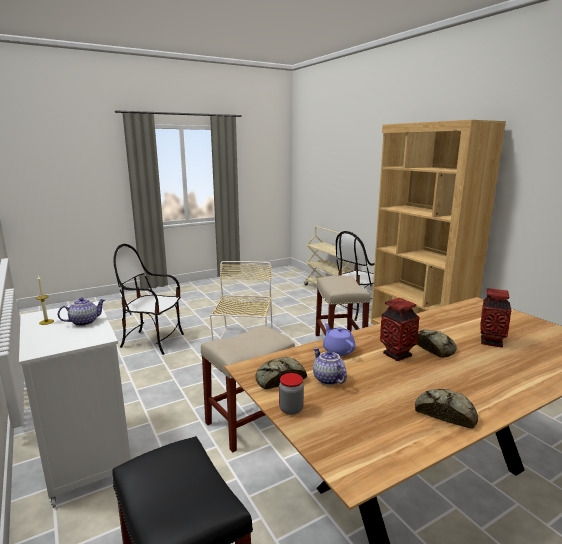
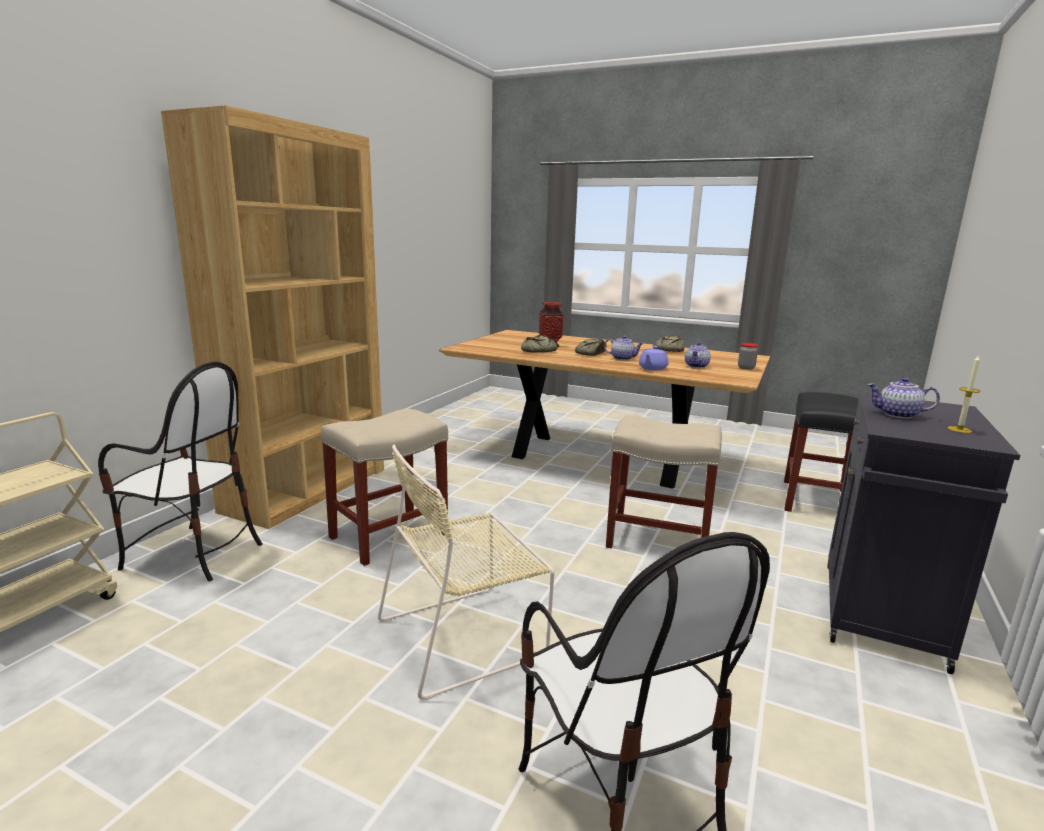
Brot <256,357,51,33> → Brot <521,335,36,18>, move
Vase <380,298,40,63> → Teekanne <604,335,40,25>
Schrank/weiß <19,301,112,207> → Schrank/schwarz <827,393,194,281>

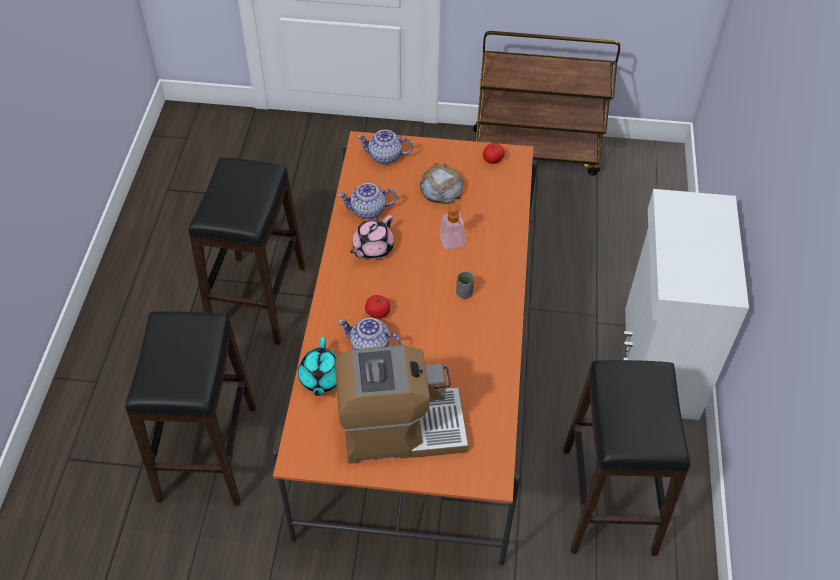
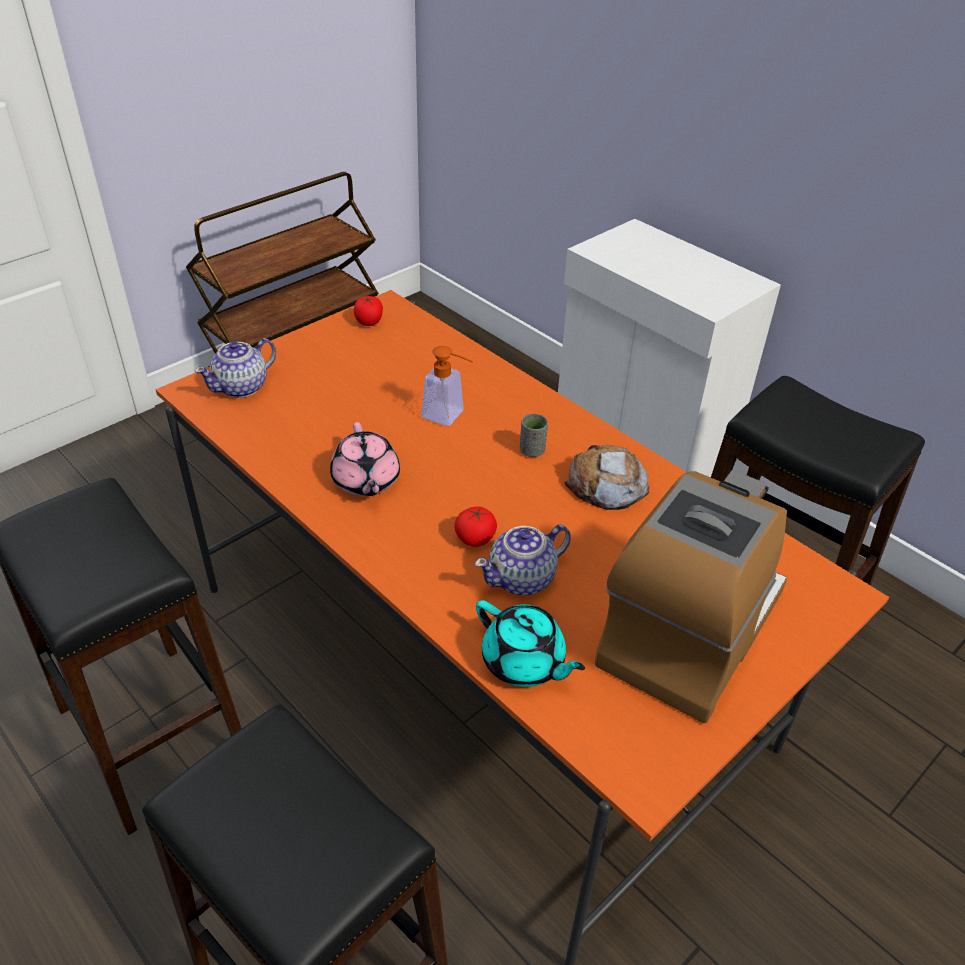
Teekanne <338,183,59,36> → -
Brot <420,163,44,41> → Brot <565,445,84,65>, move

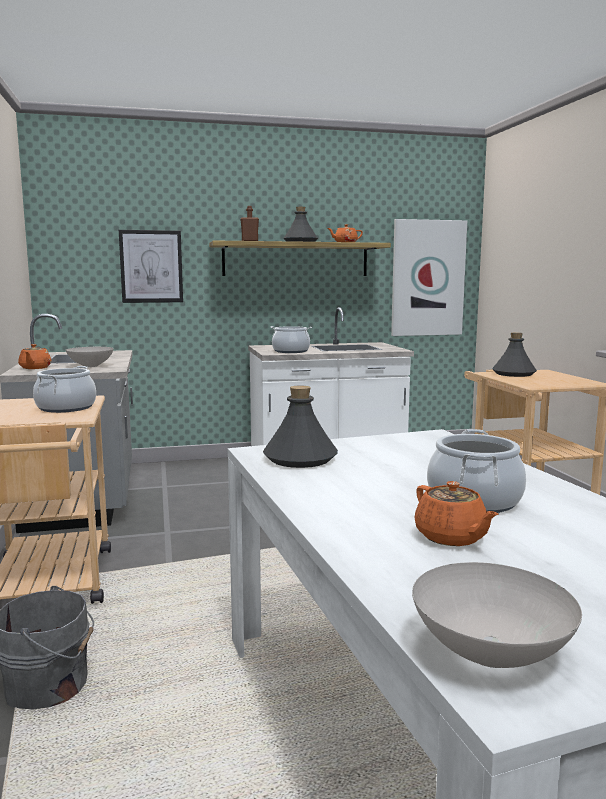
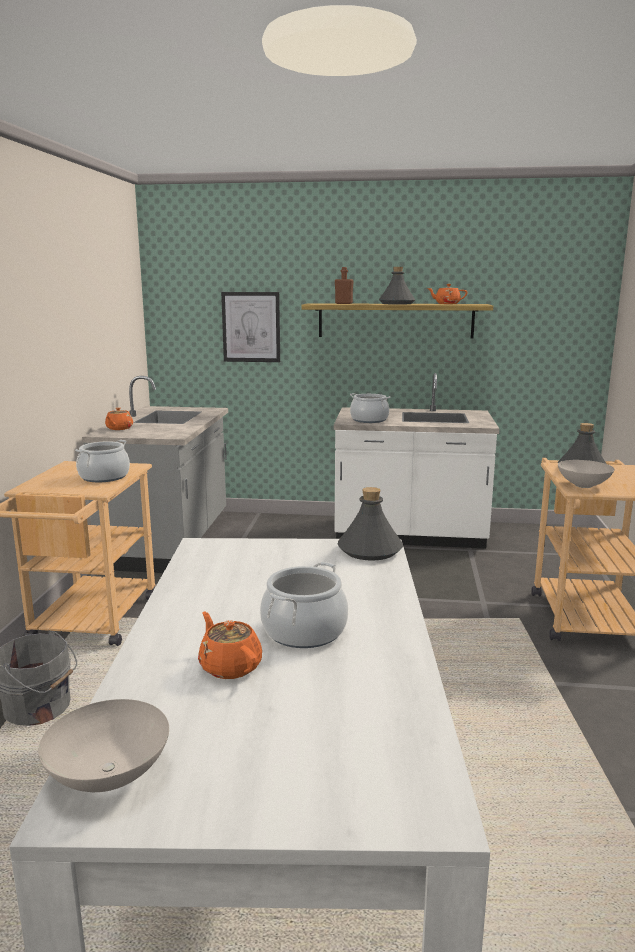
Bild <391,219,76,117> → -
Schüssel/weiß <66,347,48,20> → Schüssel/weiß <558,460,57,28>, move
Flasche/grau <263,386,75,82> → Flasche/grau <338,487,65,74>, move
Teekanne/orange <415,481,83,65> → Teekanne/orange <198,612,64,67>, 150 degrees clockwise

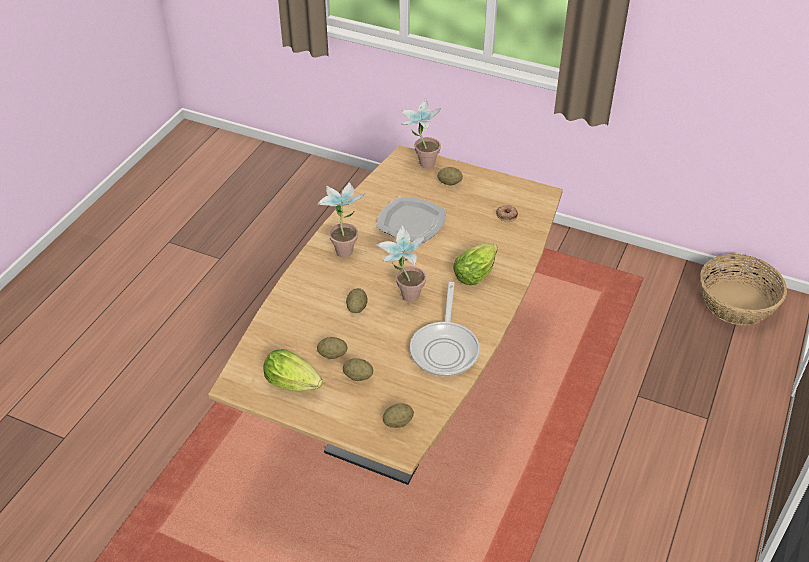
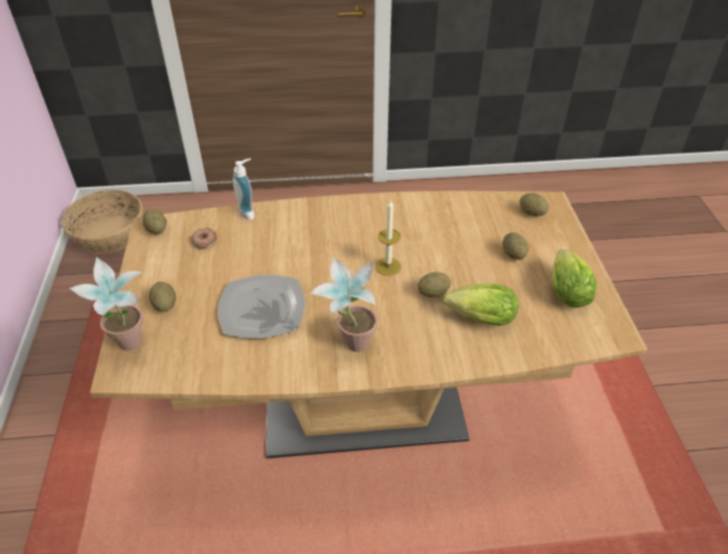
Pfanne <410,282,70,94> → -
- → Seifenspender <233,159,22,61>
Kartoffel <317,337,30,22> → Kartoffel <143,209,24,25>, move
Salatkopf <453,244,45,41> → Salatkopf <444,283,74,43>, move
Topfpflanze <376,225,51,77> → Kerze <375,199,26,77>

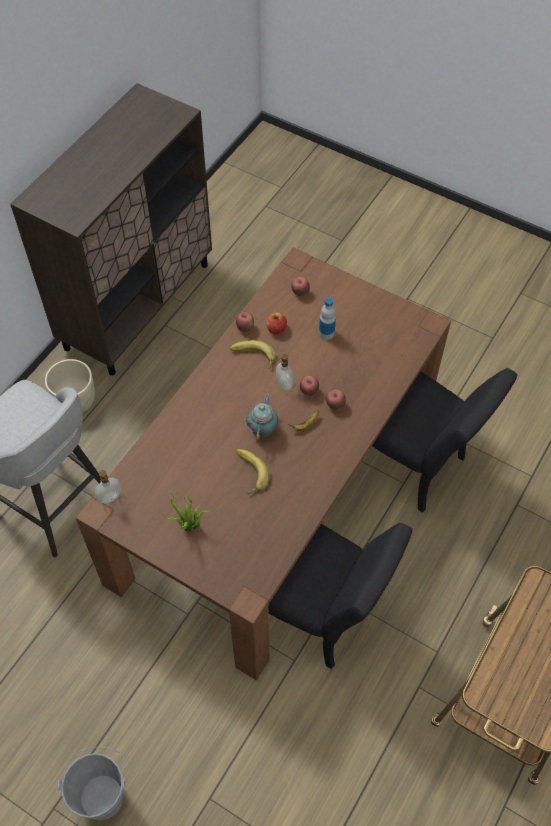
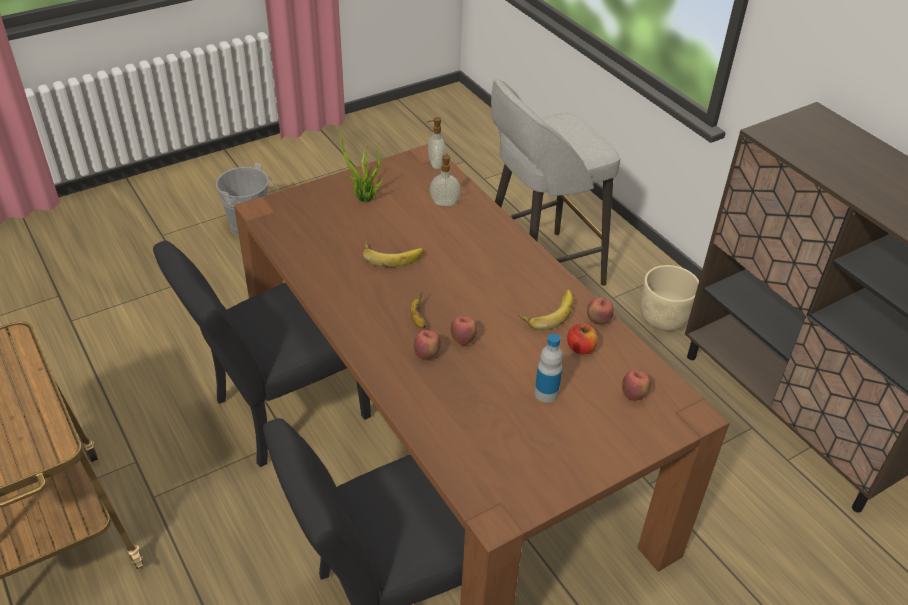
Teekanne <246,394,32,47> → -
Seifenspender <276,354,17,36> → Seifenspender <430,153,31,53>, move

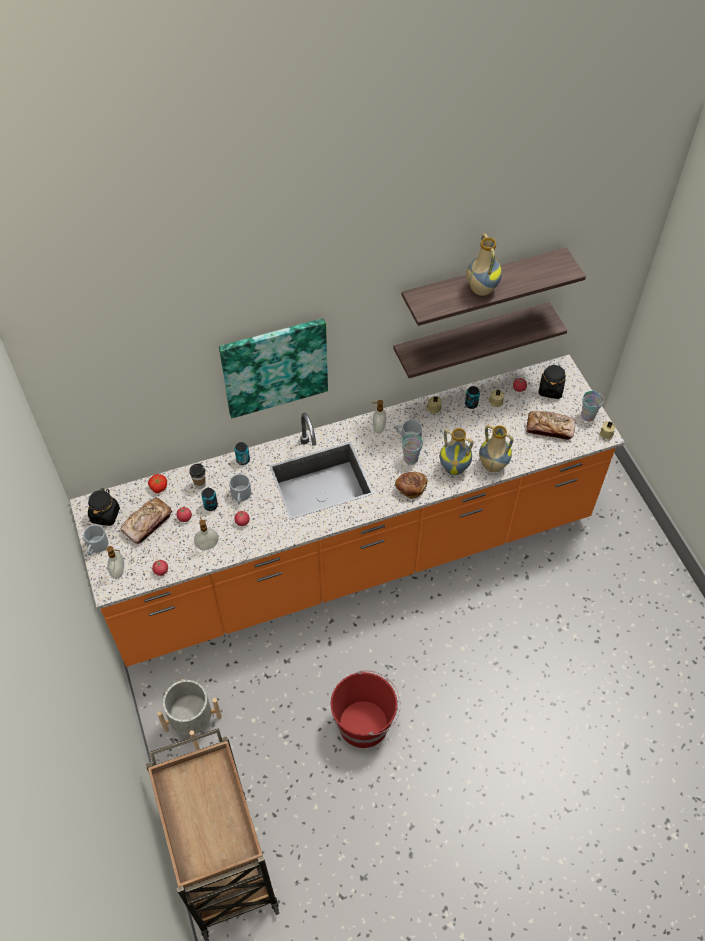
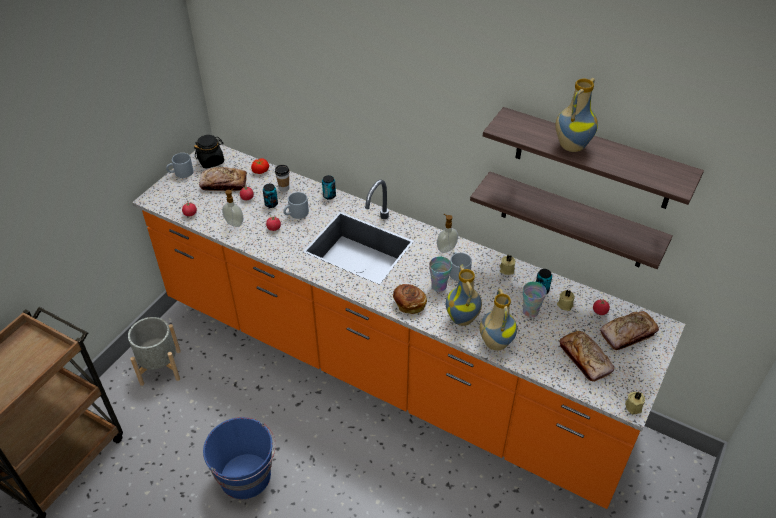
Seifenspender <106,546,18,33> → -
Bild <219,318,109,101> → -
Tasse <581,391,23,31> → Tasse <523,282,24,35>, move
Vorratsglas/schwarz <538,364,28,35> → Brot <600,311,59,39>
Eimer/rot <331,670,69,78> → Eimer/blau <203,417,73,82>

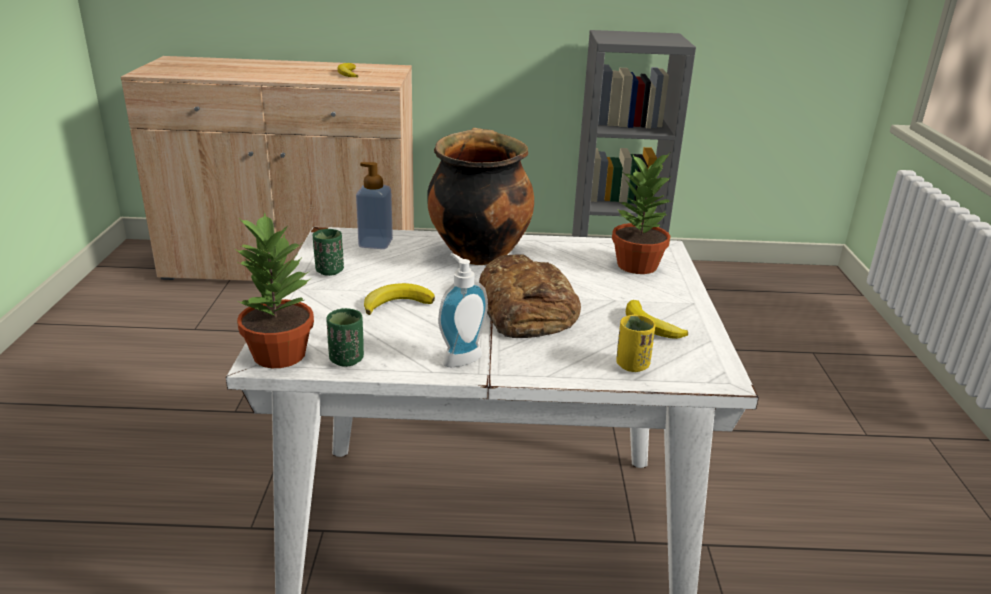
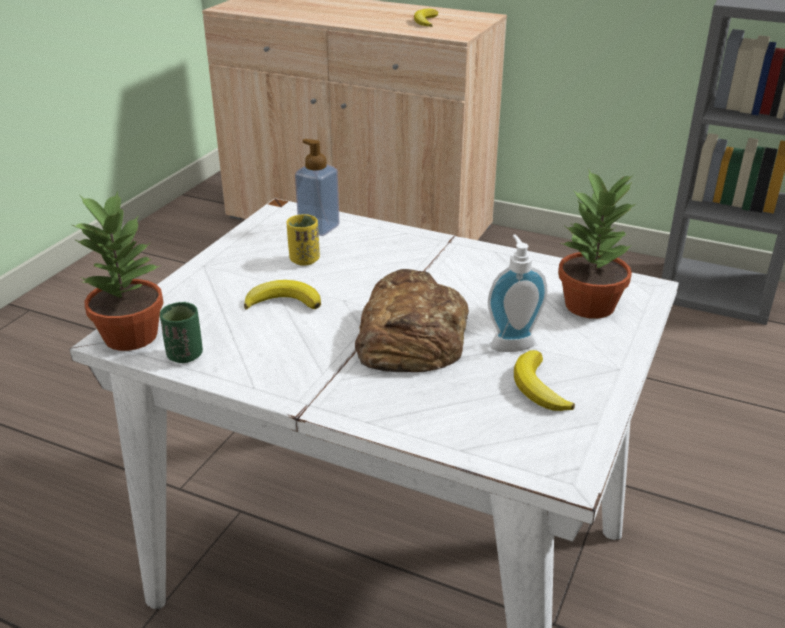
Tasse/grün <313,229,31,47> → -
Kochtopf <427,128,107,137> → -
Seifenspender <438,253,50,114> → Seifenspender <488,235,59,117>, move
Tasse/gelb <616,315,39,57> → Tasse/gelb <286,214,34,52>, move

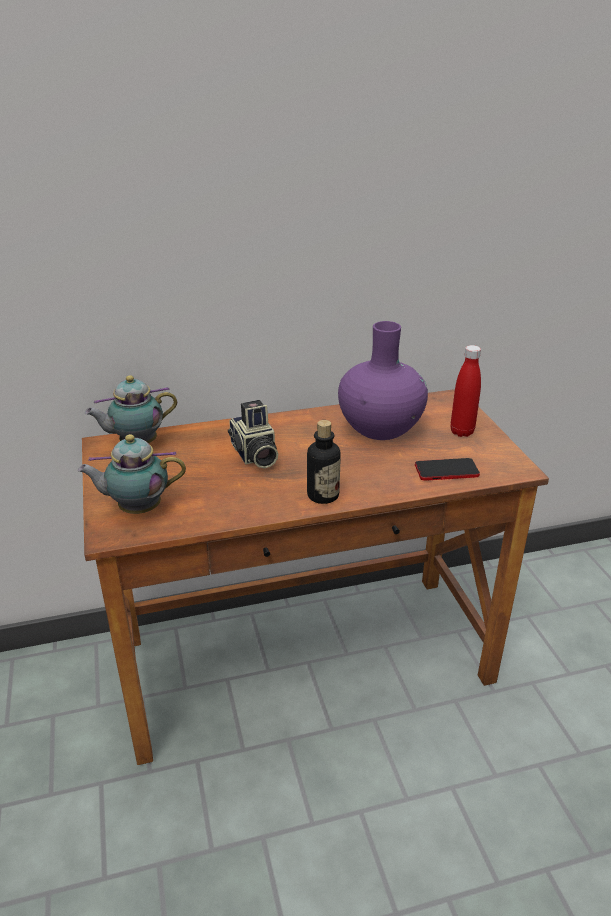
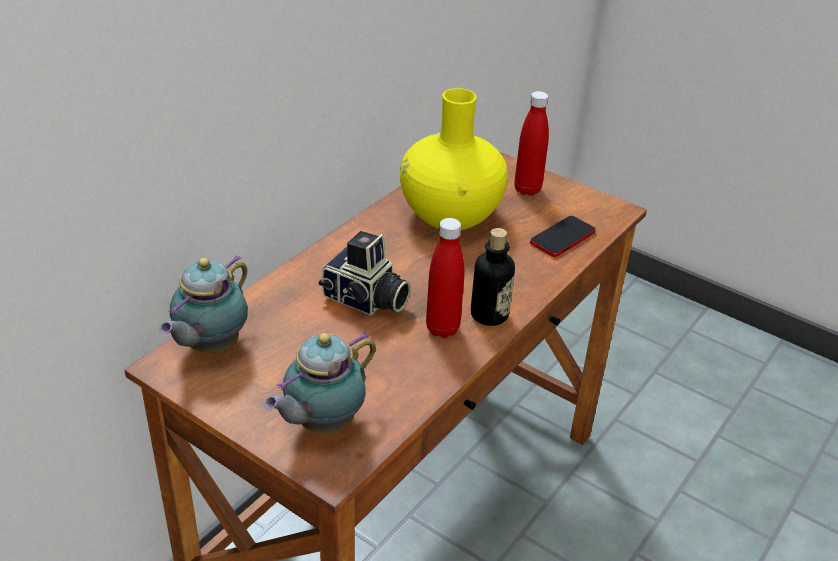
- → Flasche/rot <426,218,38,120>
Vase/lila <338,321,90,119> → Vase/gelb <400,88,108,142>

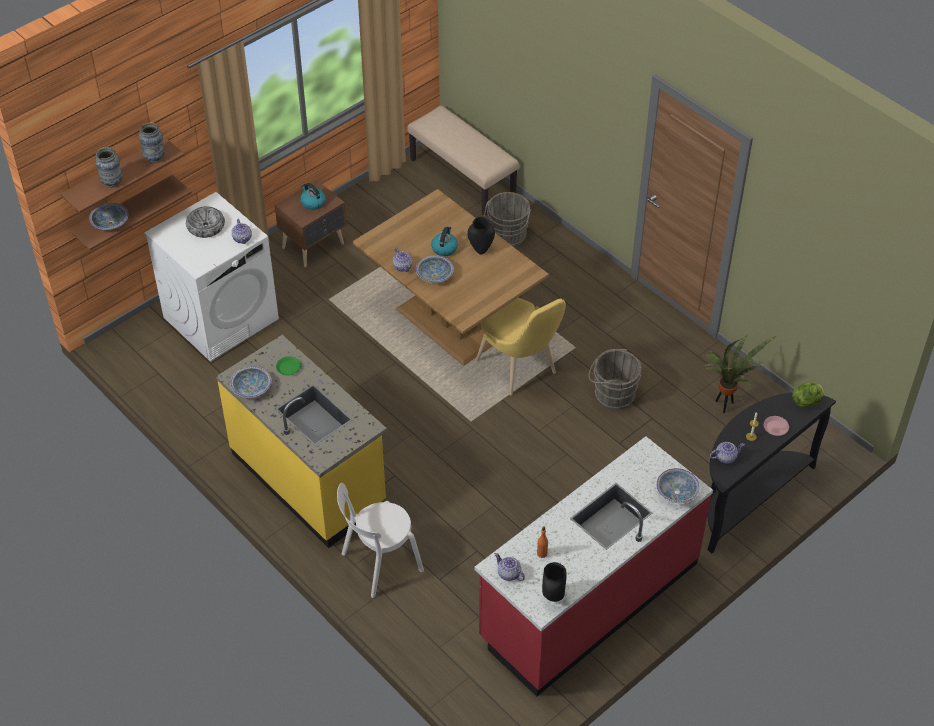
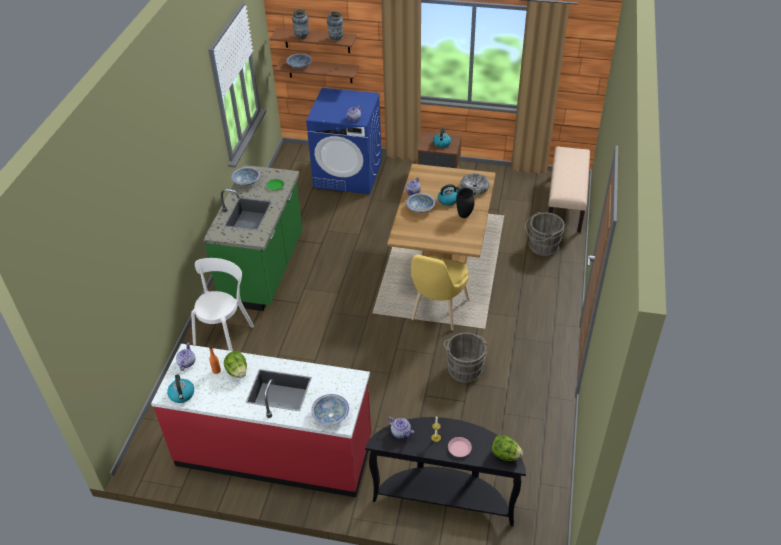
Topfpflanze <705,334,72,79> → -
- → Salatkopf <224,351,23,27>
Schüssel <186,207,39,31> → Schüssel <460,173,29,22>, move
Vase/schwarz <542,562,25,40> → Wasserkessel <167,374,27,29>
Waschmaschine/weiß <144,192,135,170> → Waschmaschine/blau <306,88,76,106>
Küchenzeile/gelb <216,335,171,213> → Küchenzeile/grün <203,165,99,146>
Stuhl/weiß <337,483,87,115> → Stuhl/weiß <191,258,63,93>, 90 degrees clockwise

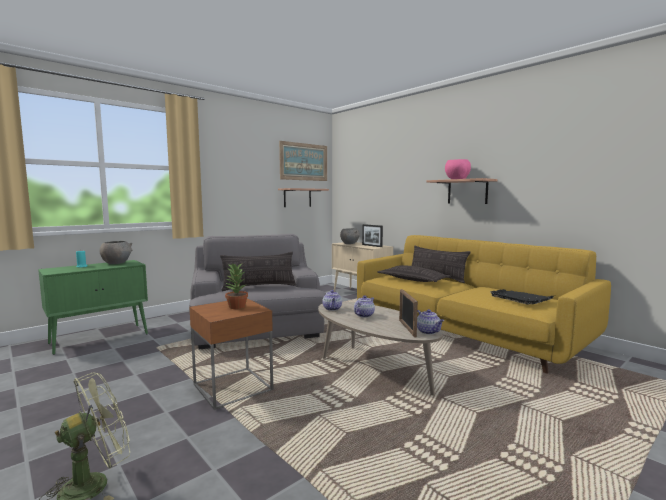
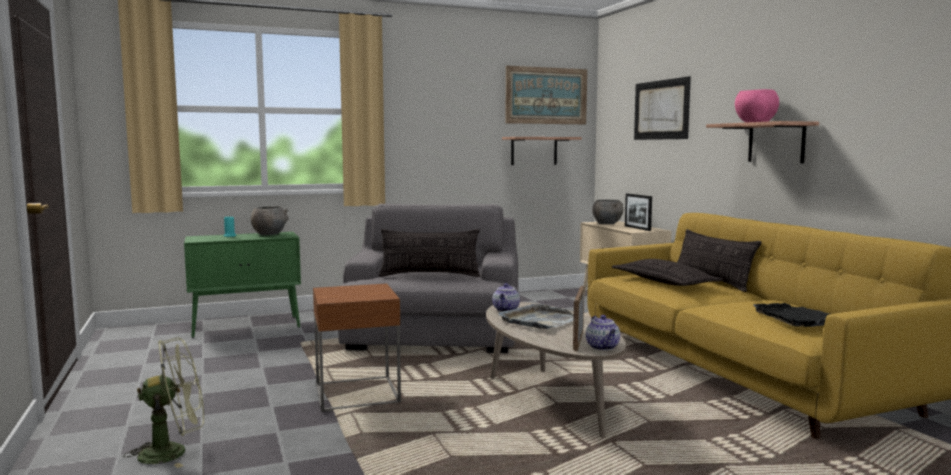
Topfpflanze <225,263,23,46> → -
- → Bild <634,76,57,64>
Teekanne <354,296,21,22> → Tablett/grau <498,304,76,25>

